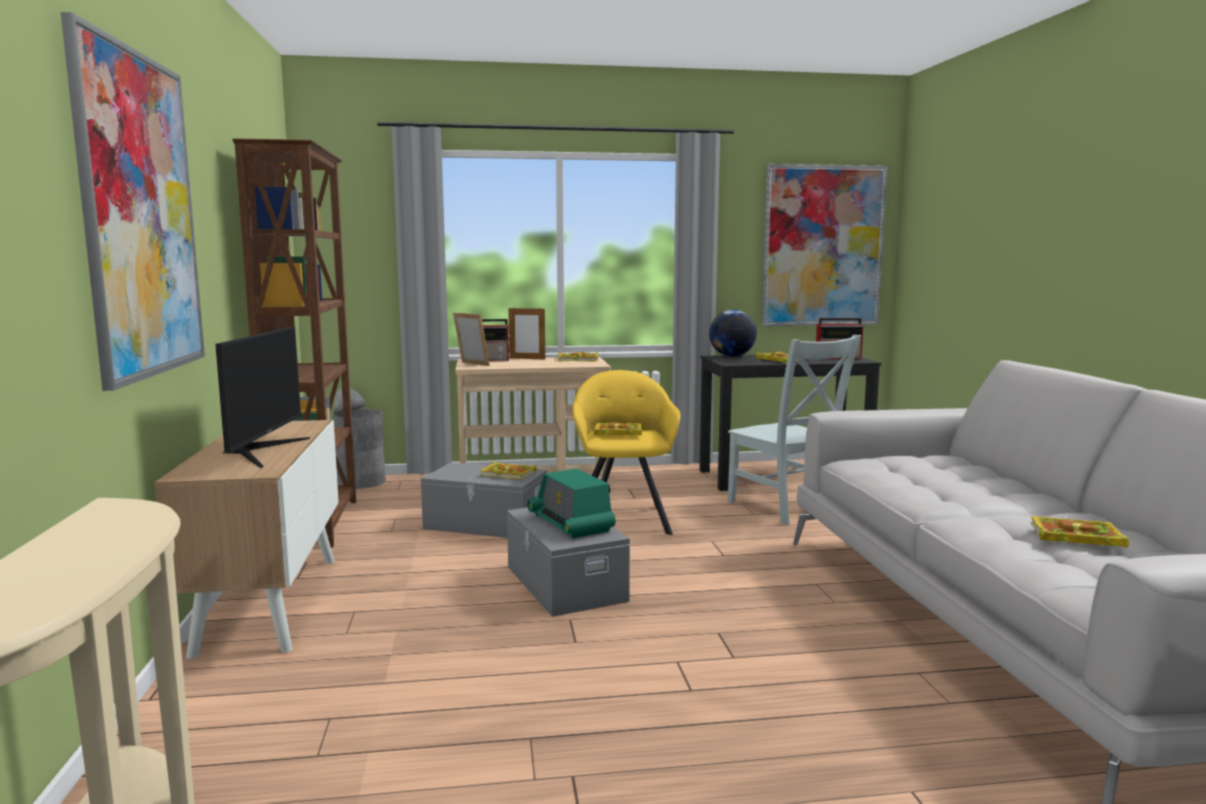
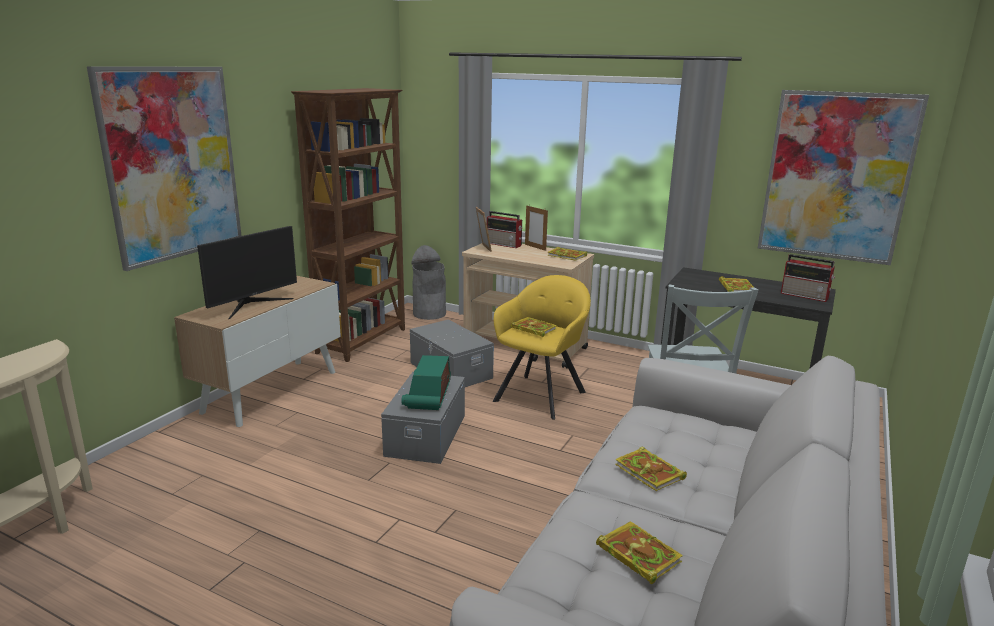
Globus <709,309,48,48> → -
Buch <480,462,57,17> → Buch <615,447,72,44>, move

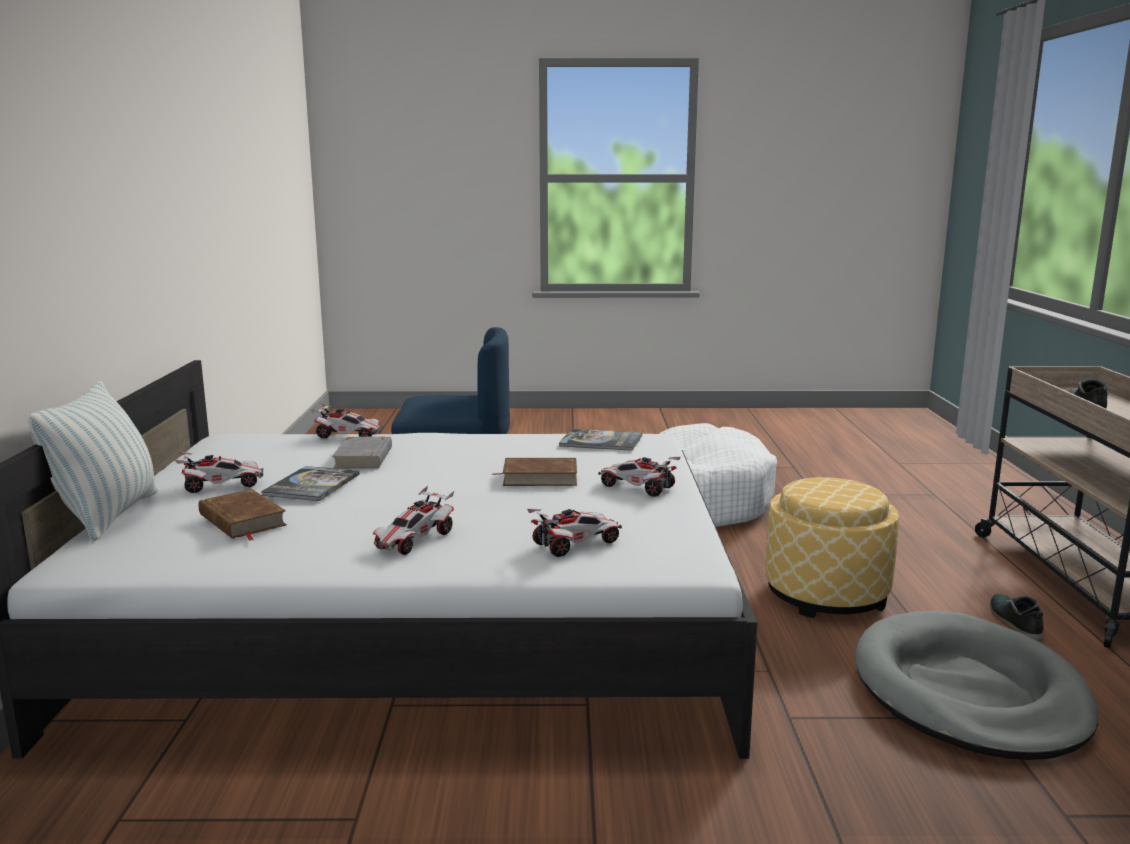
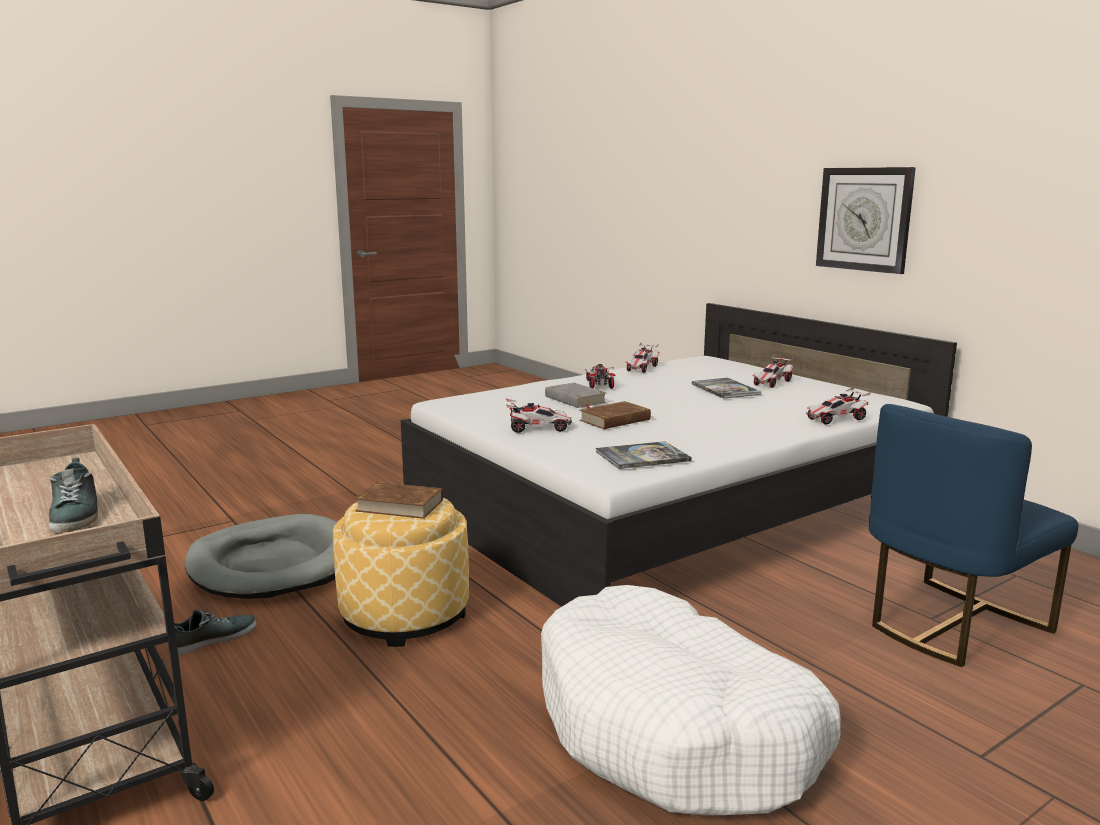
Kissen <28,381,129,161> → -
- → Wanduhr <816,167,100,107>
Buch/braun <199,489,88,52> → Buch/braun <355,482,88,37>, move
Buch/grau <332,436,60,33> → Buch/grau <545,383,62,25>, move
Spielzeugauto <527,509,95,48> → Spielzeugauto <625,342,35,31>, move
Schuh <990,594,53,47> → Schuh <174,610,83,45>, 90 degrees counterclockwise

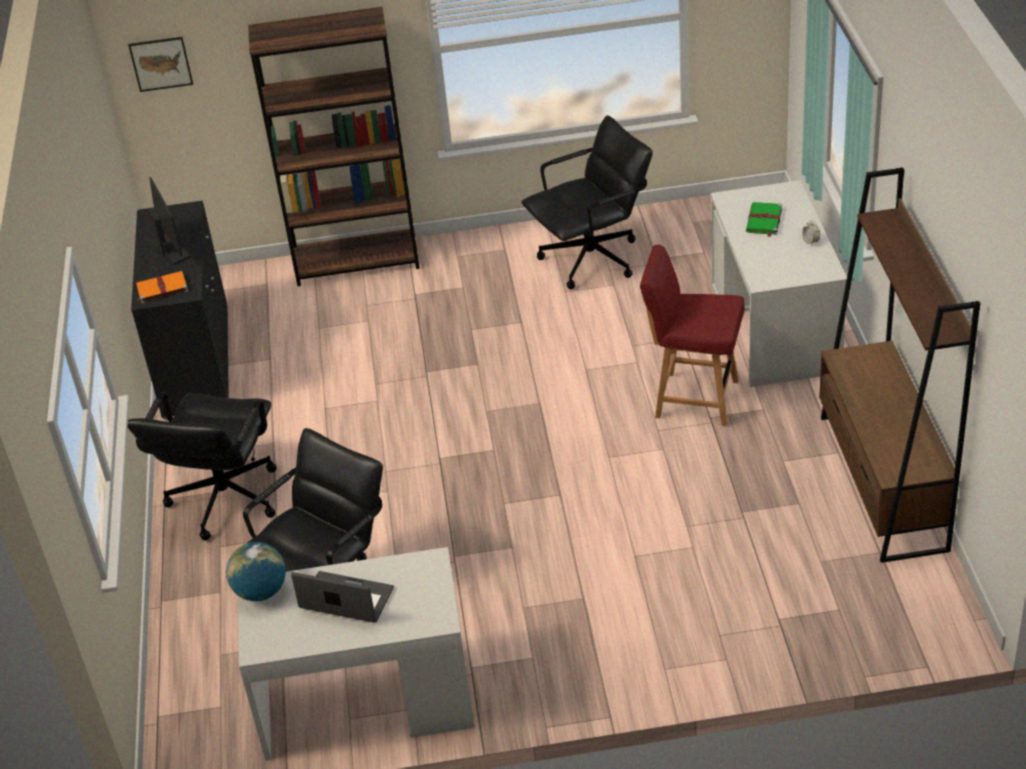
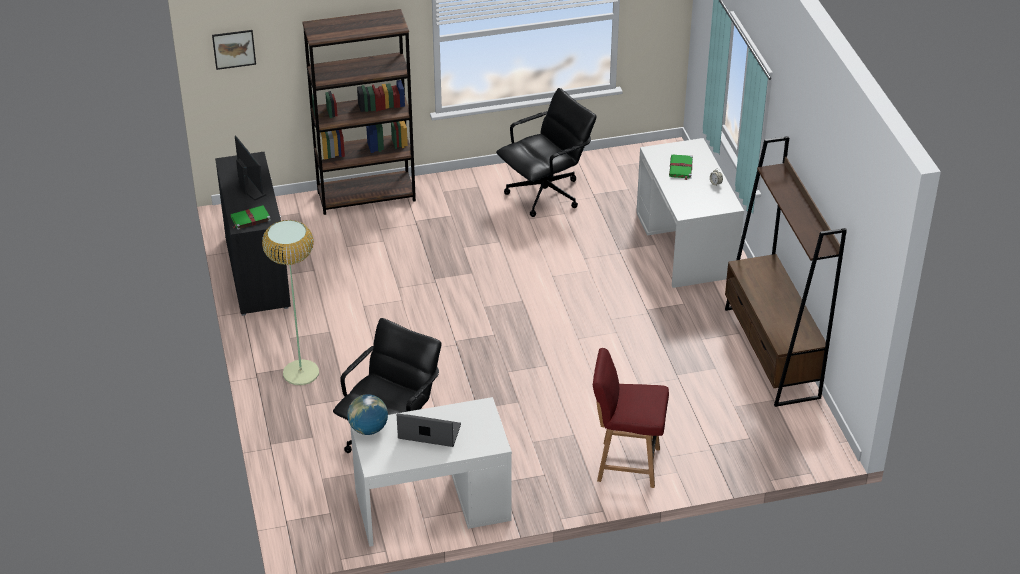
Stuhl/rot <640,244,105,182> → Stuhl/rot <593,348,76,140>, move
Bürostuhl/schwarz <128,393,149,148> → Stehlampe <262,220,57,165>
Buch/orange <136,271,52,33> → Buch/grün <230,205,41,25>

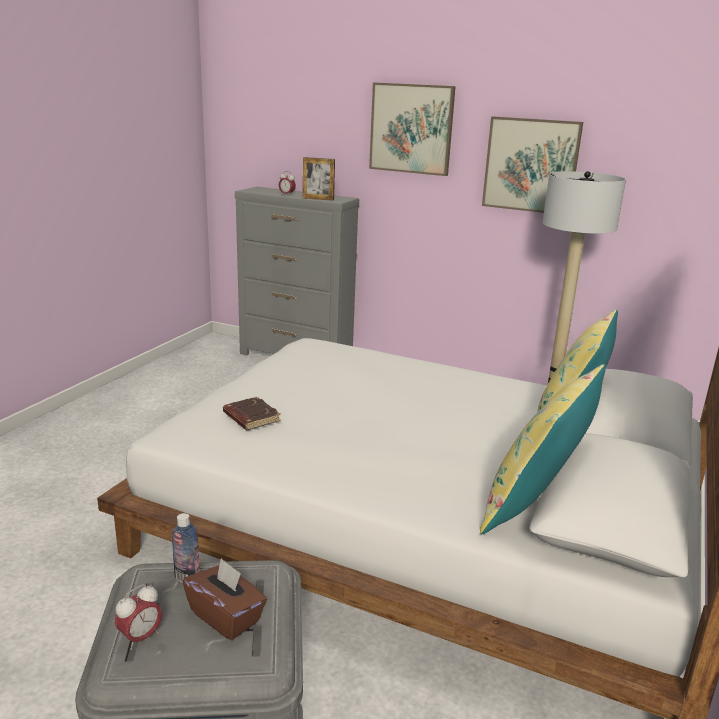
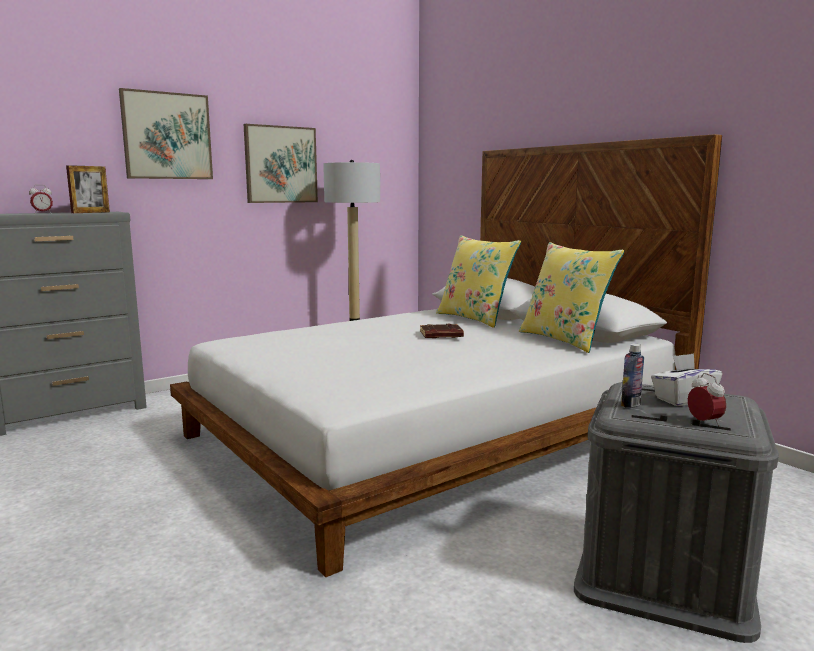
Buch/braun <223,397,58,33> → Buch/braun <420,324,44,14>, move
Taschentuchbox/braun <183,558,84,82> → Taschentuchbox/weiß <651,353,71,53>

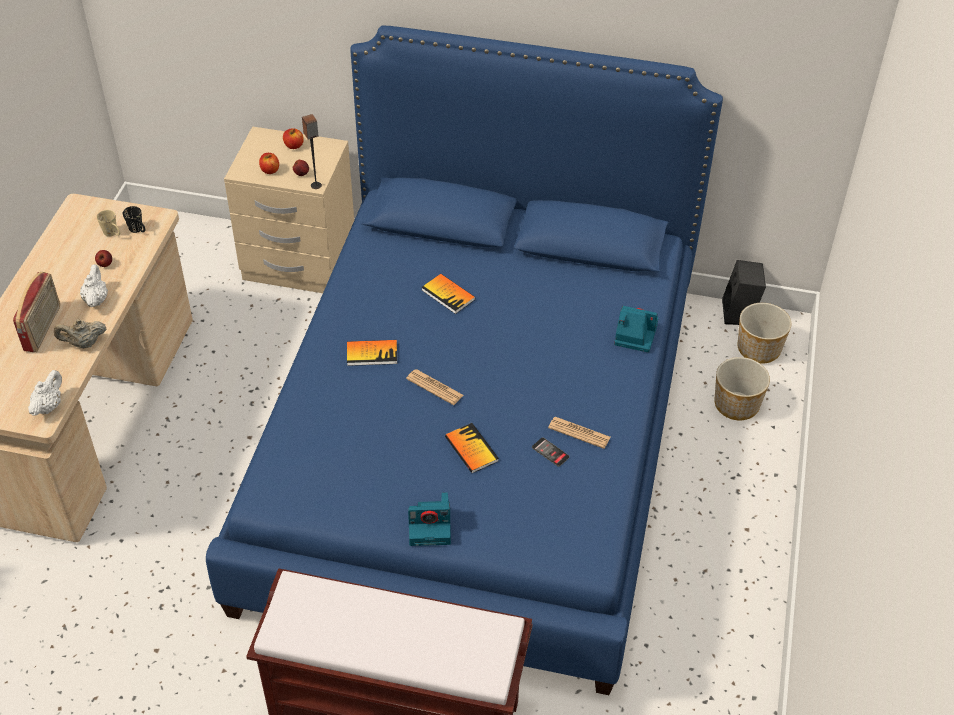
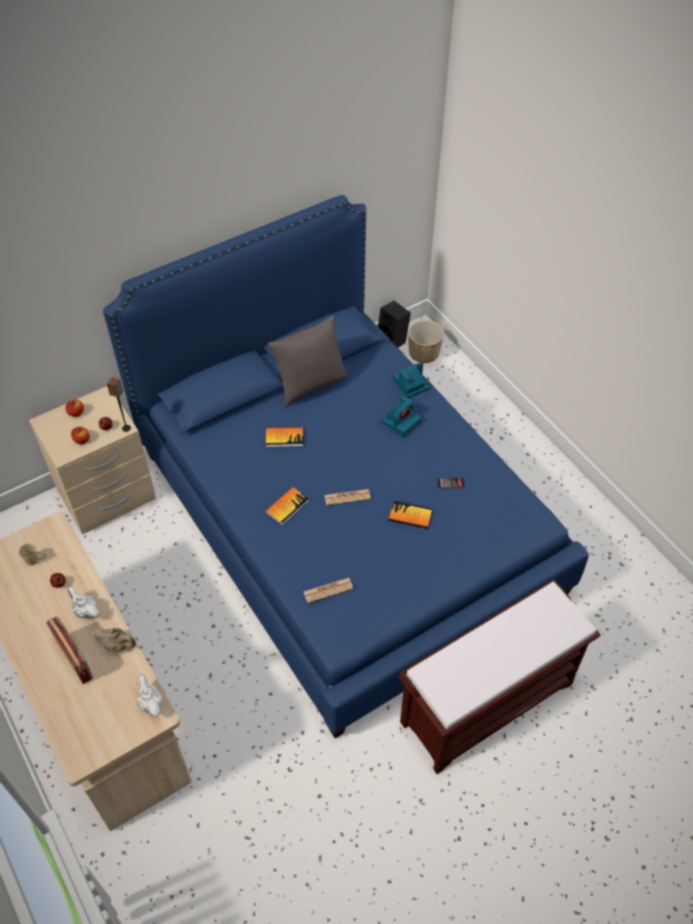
Henkelbecher/schwarz <123,206,23,27> → -
Pflanzkübel <715,357,55,63> → -
- → Kissen/grau <268,316,80,90>
Kamera <408,492,43,54> → Kamera <381,395,40,43>, move
Zeitung <548,417,62,32> → Zeitung <304,578,50,25>, move
Teekanne/beige <54,319,52,29> → Teekanne/beige <94,628,42,24>, 105 degrees counterclockwise

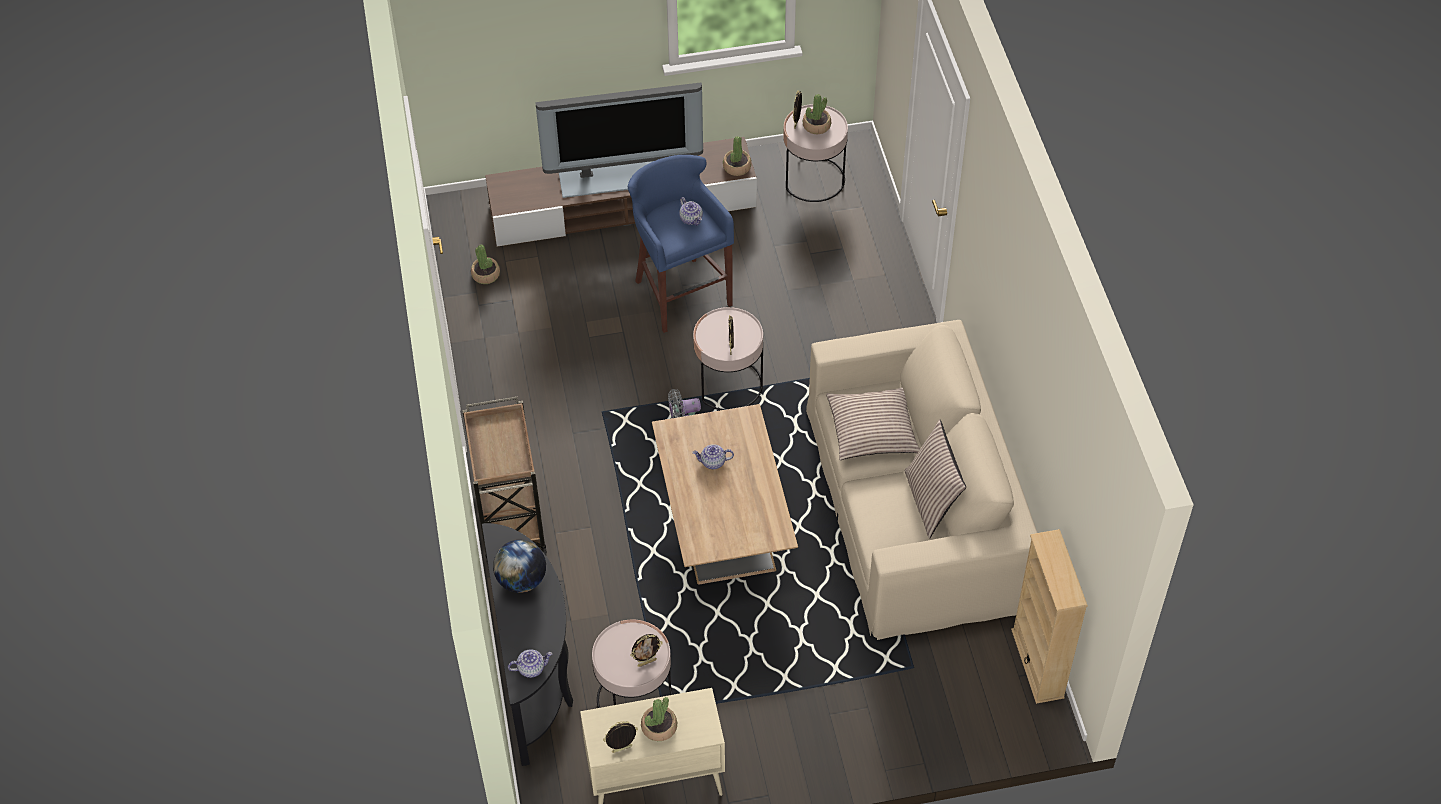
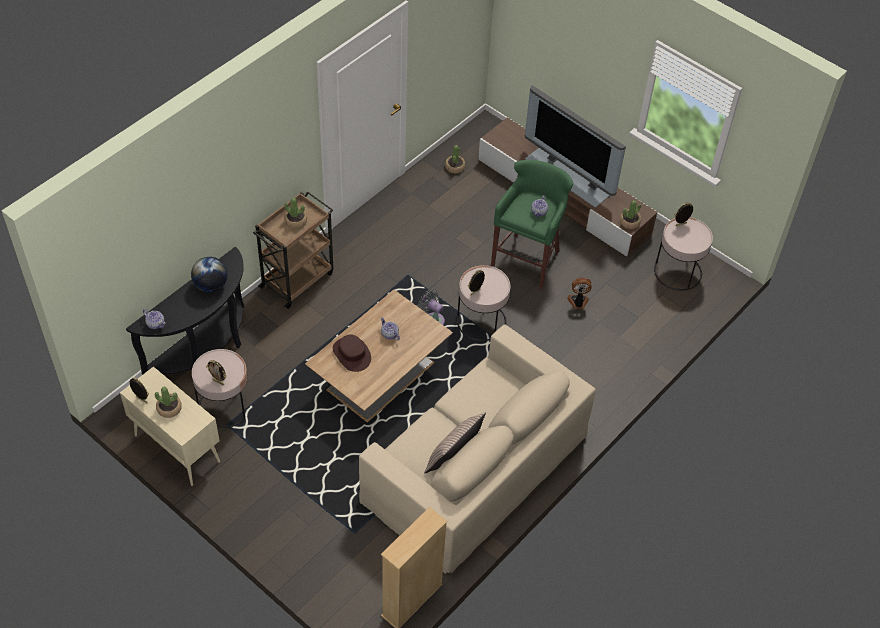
Kissen <826,387,94,73> → -
- → Hut/braun <333,334,38,38>
- → Ventilator <567,278,25,31>
Topfpflanze <803,94,28,40> → Topfpflanze <284,198,23,31>, move
Hocker/blau <628,155,106,178> → Hocker/grün <491,160,82,129>

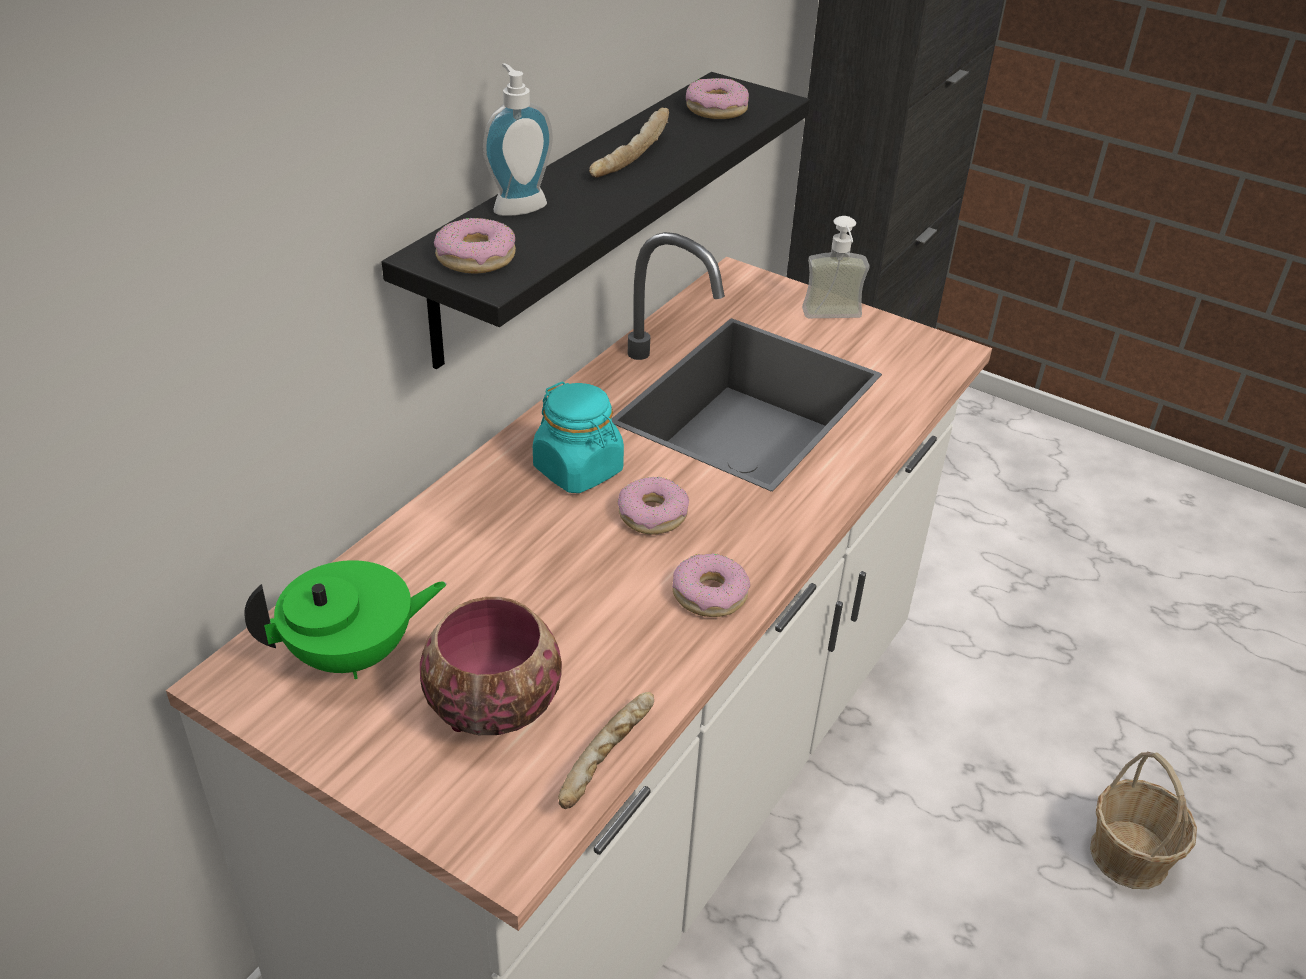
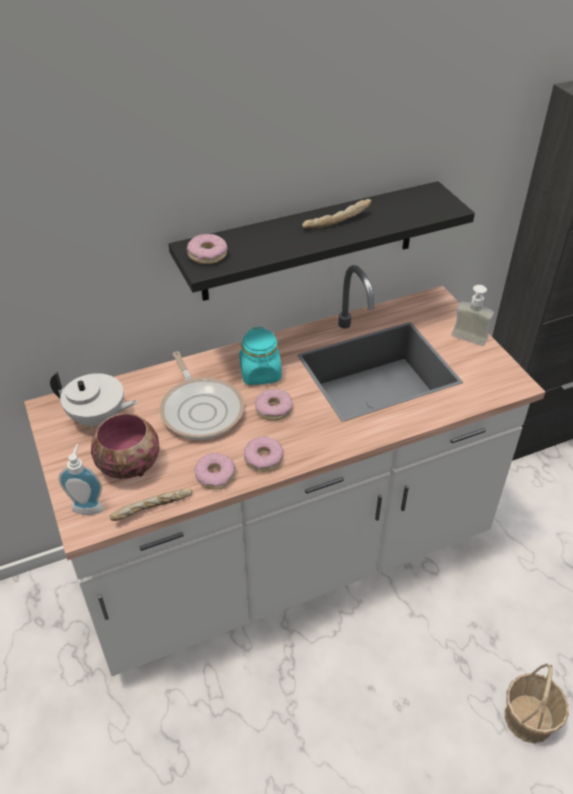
- → Pfanne <160,351,84,89>
Seifenspender <483,63,70,153> → Seifenspender <59,444,45,71>, move
Donut <686,78,63,41> → Donut <194,453,41,37>, move
Teekanne/grün <244,560,203,119> → Teekanne/weiß <50,372,88,57>

